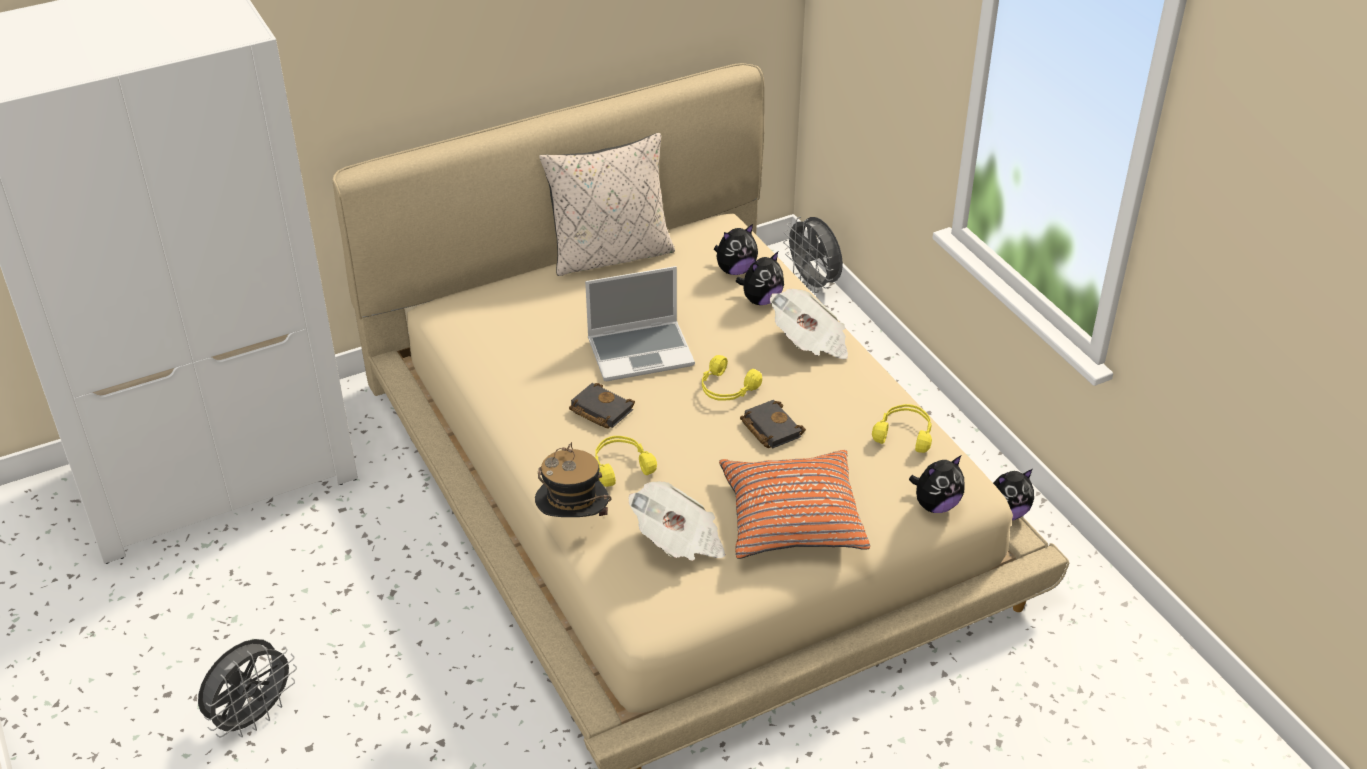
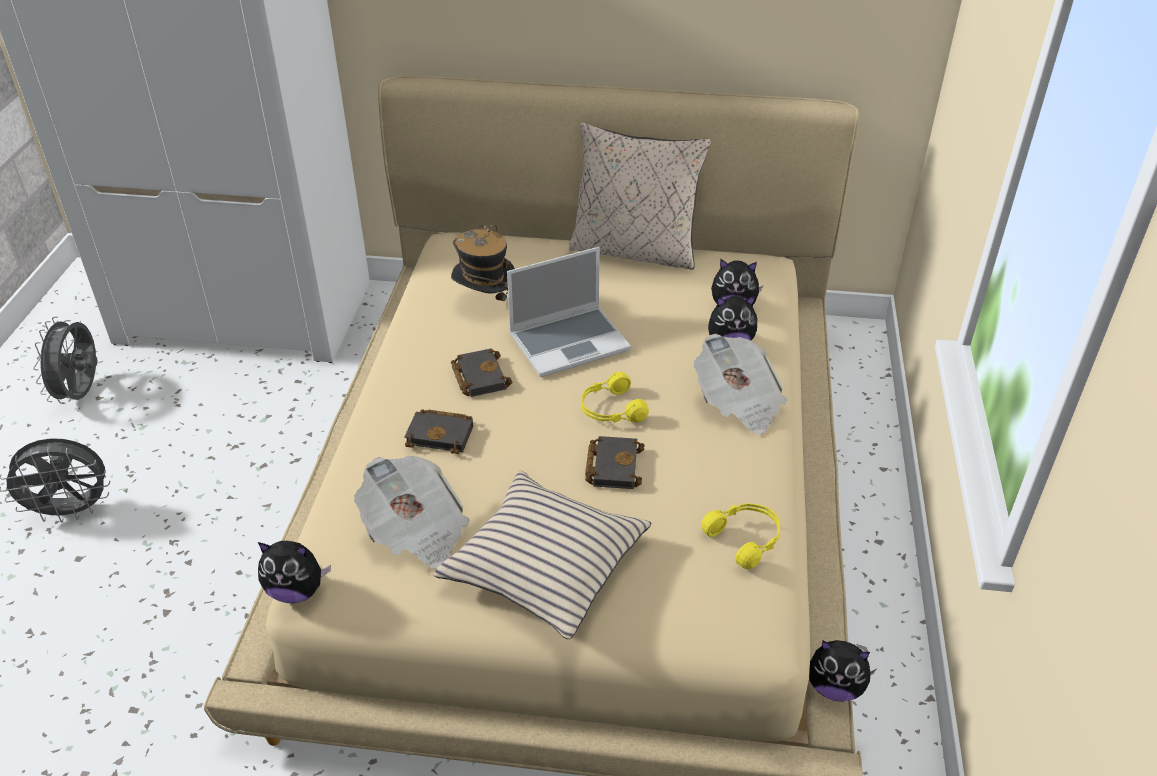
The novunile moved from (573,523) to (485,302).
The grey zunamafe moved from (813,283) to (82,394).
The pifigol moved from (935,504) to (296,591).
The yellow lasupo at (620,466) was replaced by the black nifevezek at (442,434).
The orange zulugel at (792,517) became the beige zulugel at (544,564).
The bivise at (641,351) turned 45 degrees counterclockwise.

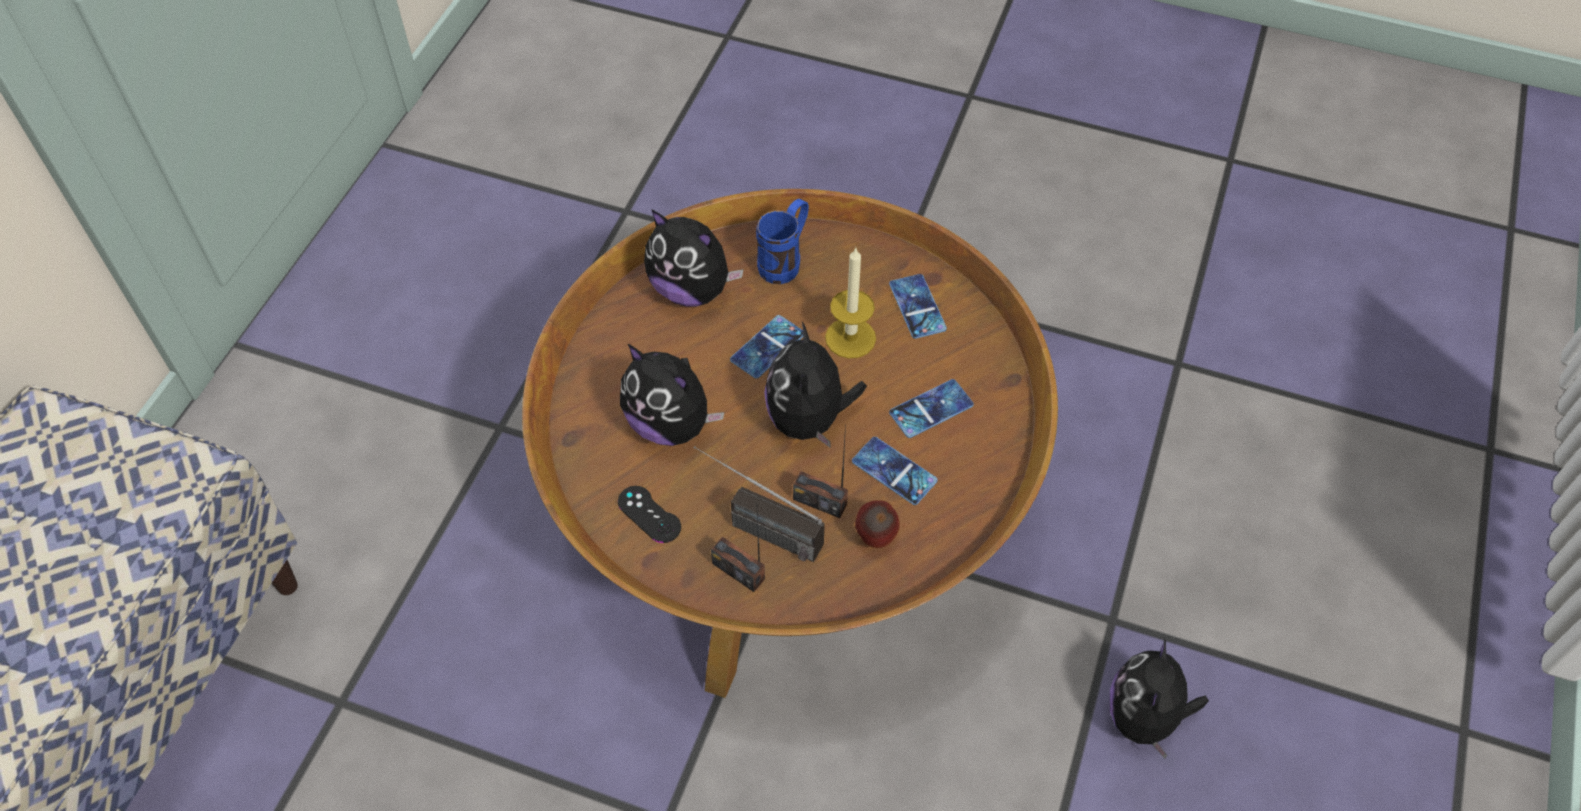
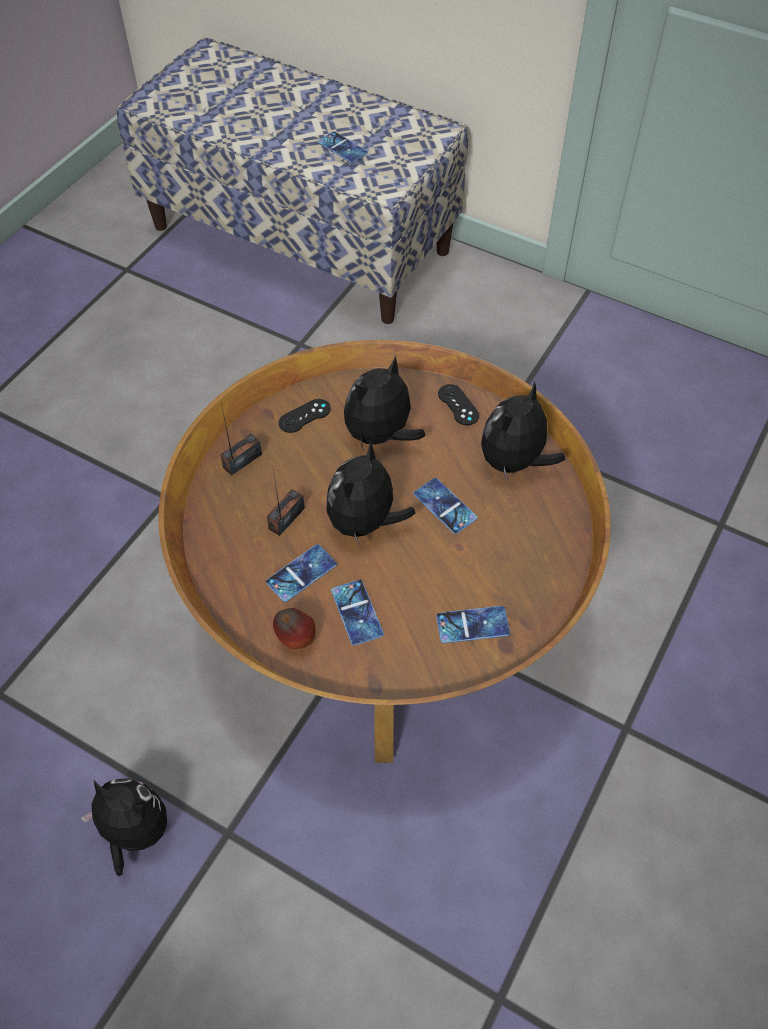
The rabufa at (754,527) disappeared.
The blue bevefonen at (785,262) disappeared.
The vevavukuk at (850,338) disappeared.
The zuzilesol at (342,148) appeared.
The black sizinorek at (458,405) appeared.
The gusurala moved from (875,538) to (295,639).
The pifigol at (809,420) turned 75 degrees counterclockwise.

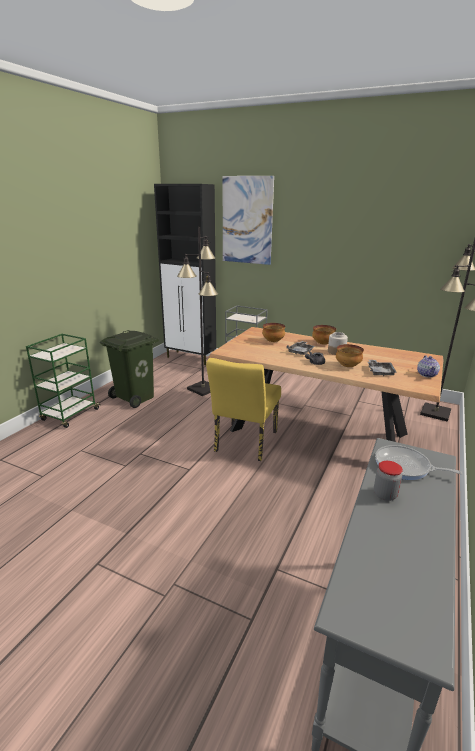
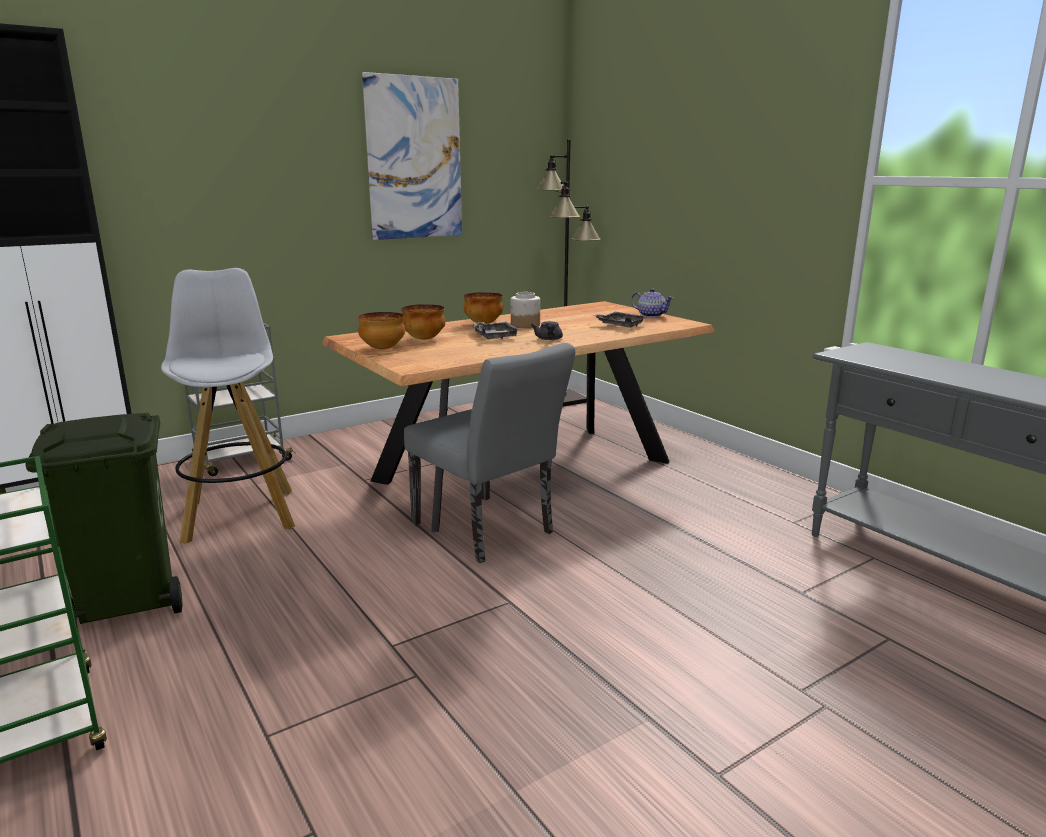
The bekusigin at (385,494) disappeared.
The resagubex at (405,467) disappeared.
The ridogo moved from (247,220) to (414,159).
The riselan moved from (347,366) to (382,349).
The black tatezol at (203,389) was replaced by the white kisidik at (240,515).
The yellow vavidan at (244,444) became the grey vavidan at (489,532).

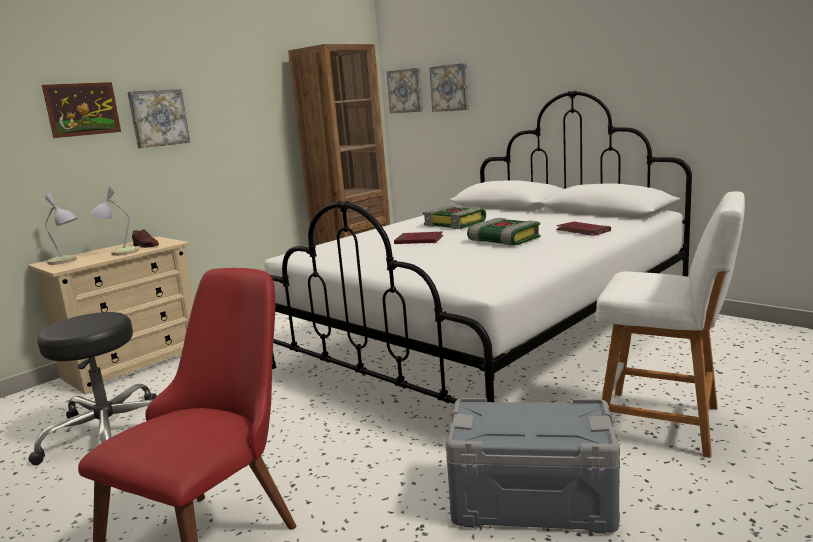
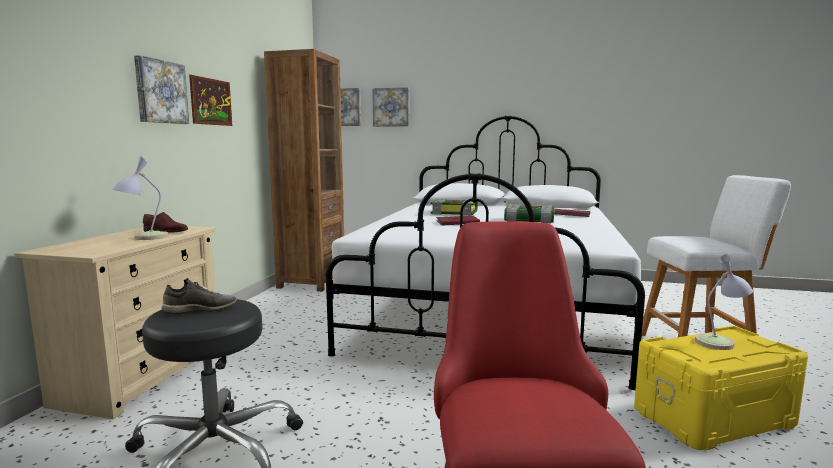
The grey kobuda at (201,309) appeared.
The ridogo moved from (82,109) to (211,102).
The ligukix moved from (67,261) to (720,342).
The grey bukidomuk at (532,501) became the yellow bukidomuk at (714,418).

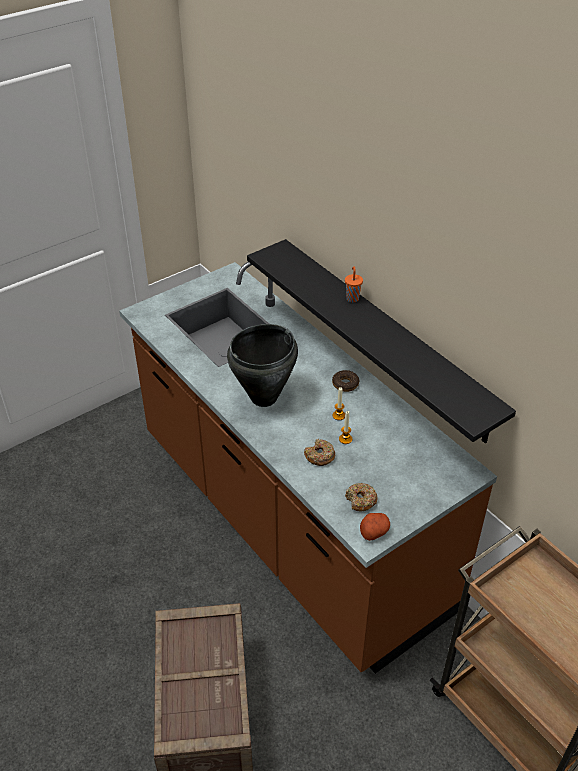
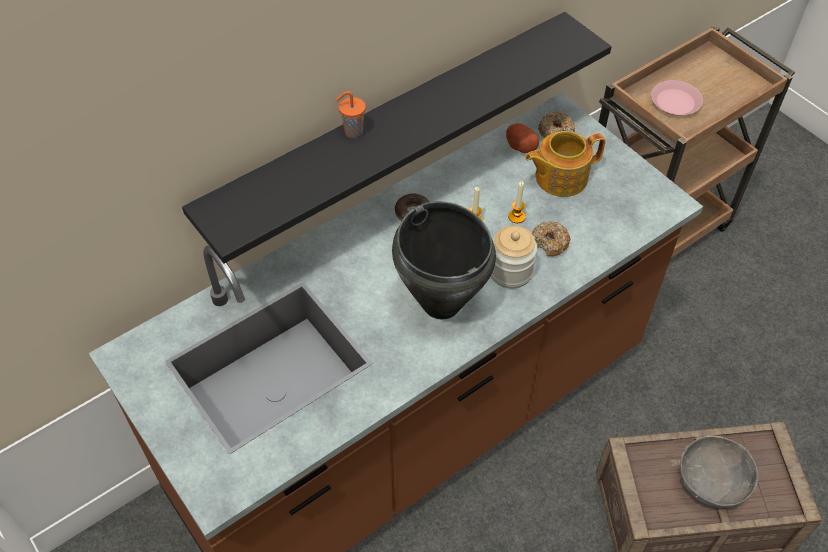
The bekusigin at (510,271) appeared.
The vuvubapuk at (559,177) appeared.
The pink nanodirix at (675,102) appeared.
The grey riselan at (711,482) appeared.
The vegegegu moved from (361,500) to (555,132).
The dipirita moved from (374,531) to (520,145).

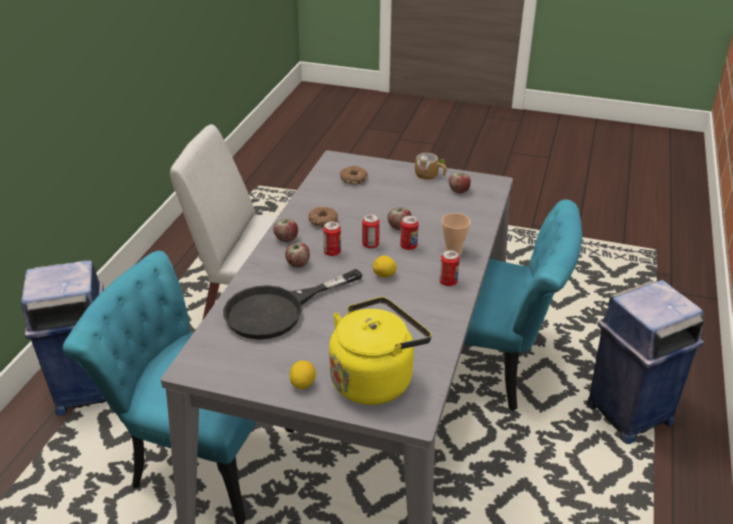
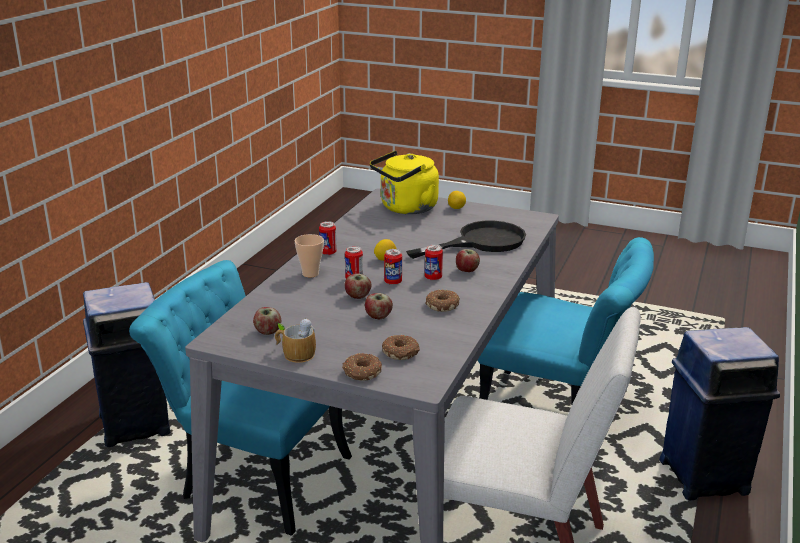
The vegegegu at (362,373) appeared.
The gusurala moved from (286,238) to (378,317).

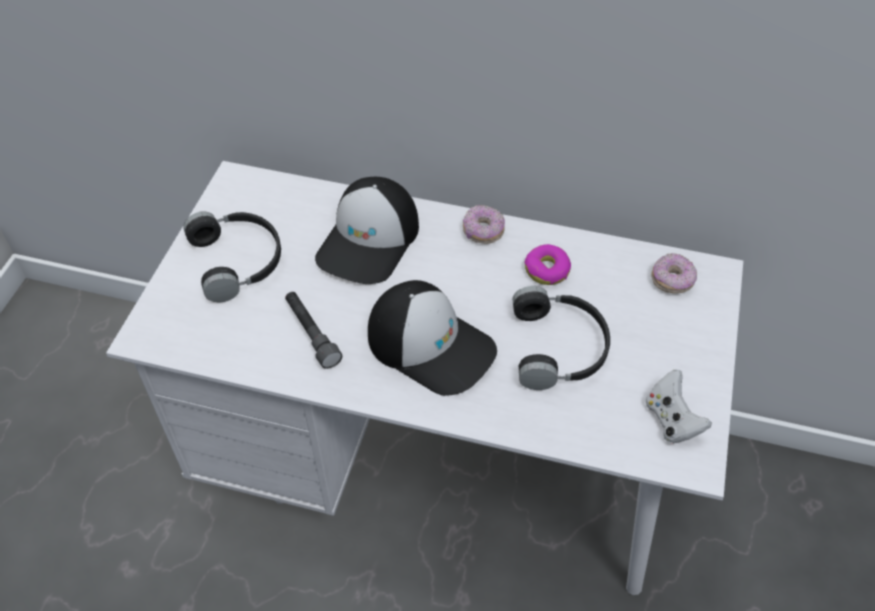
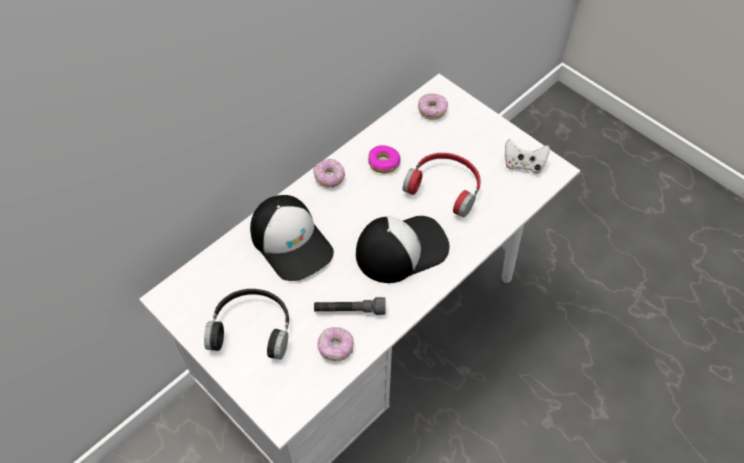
The vegegegu at (336,347) appeared.
The black lasupo at (560,348) became the red lasupo at (445,187).

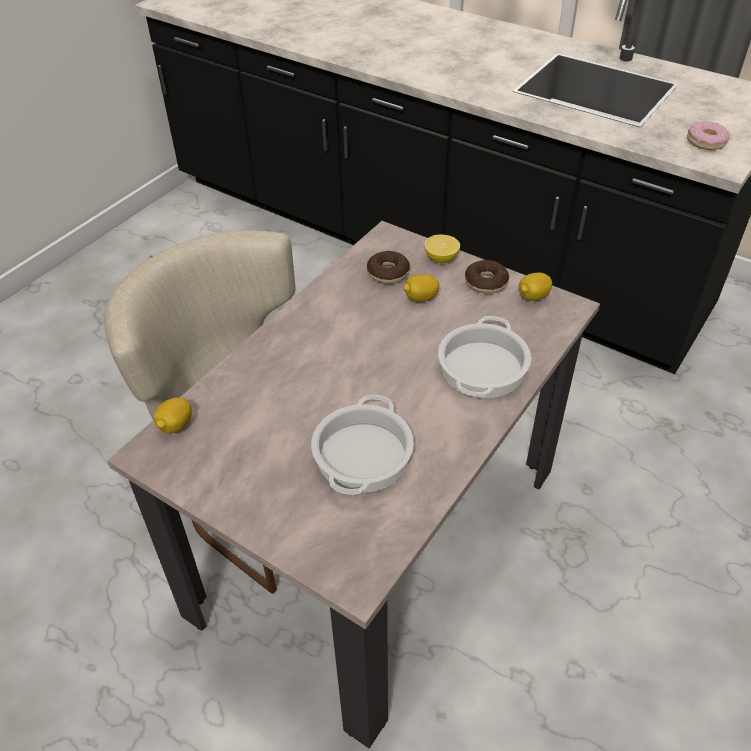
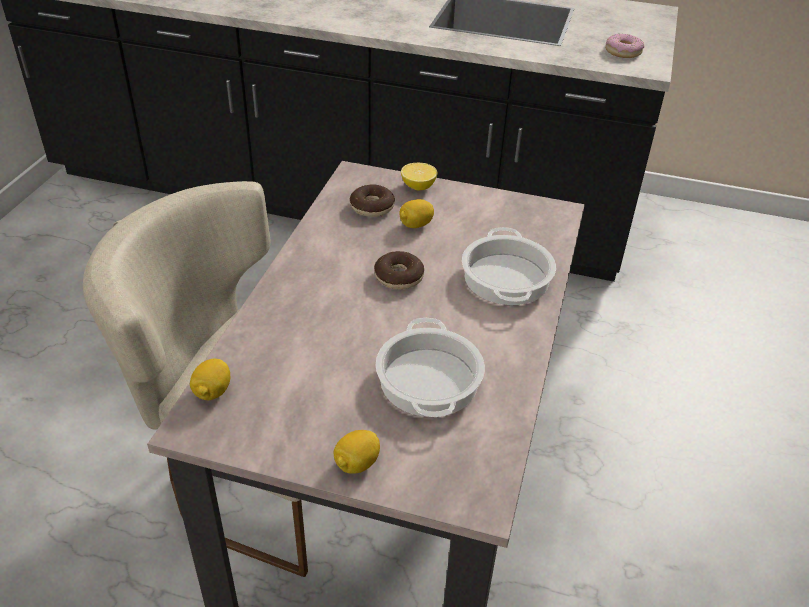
The vegegegu moved from (486,282) to (399,277).
The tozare moved from (533,297) to (357,464).

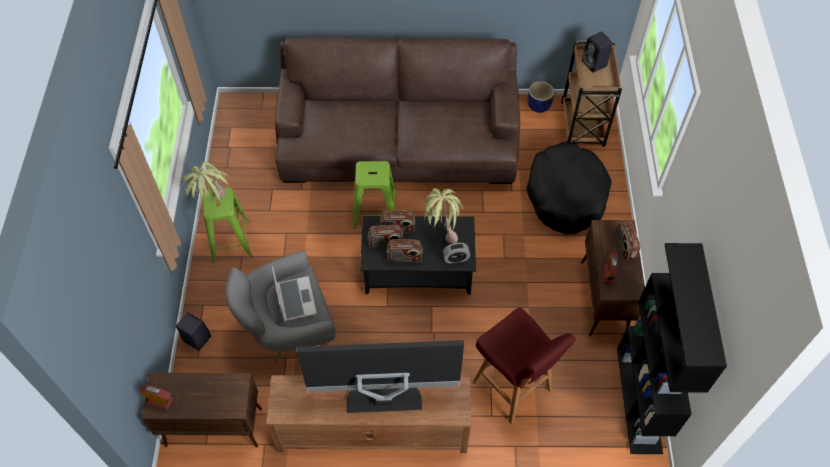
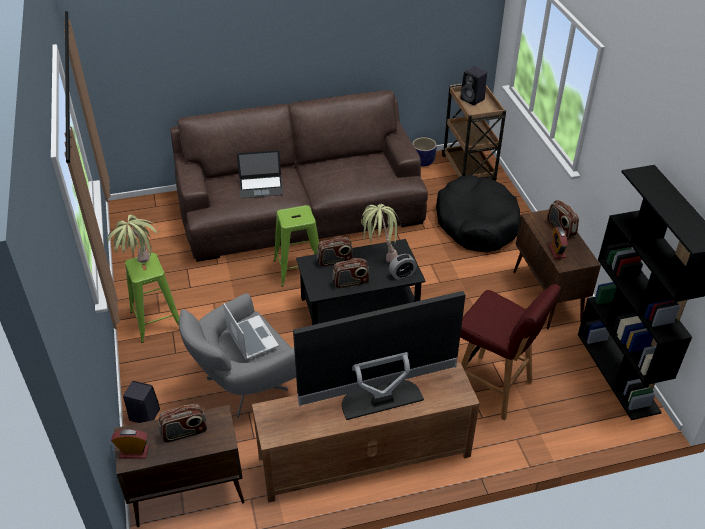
The bivise at (261,187) appeared.
The rabufa moved from (385,243) to (184,432).

